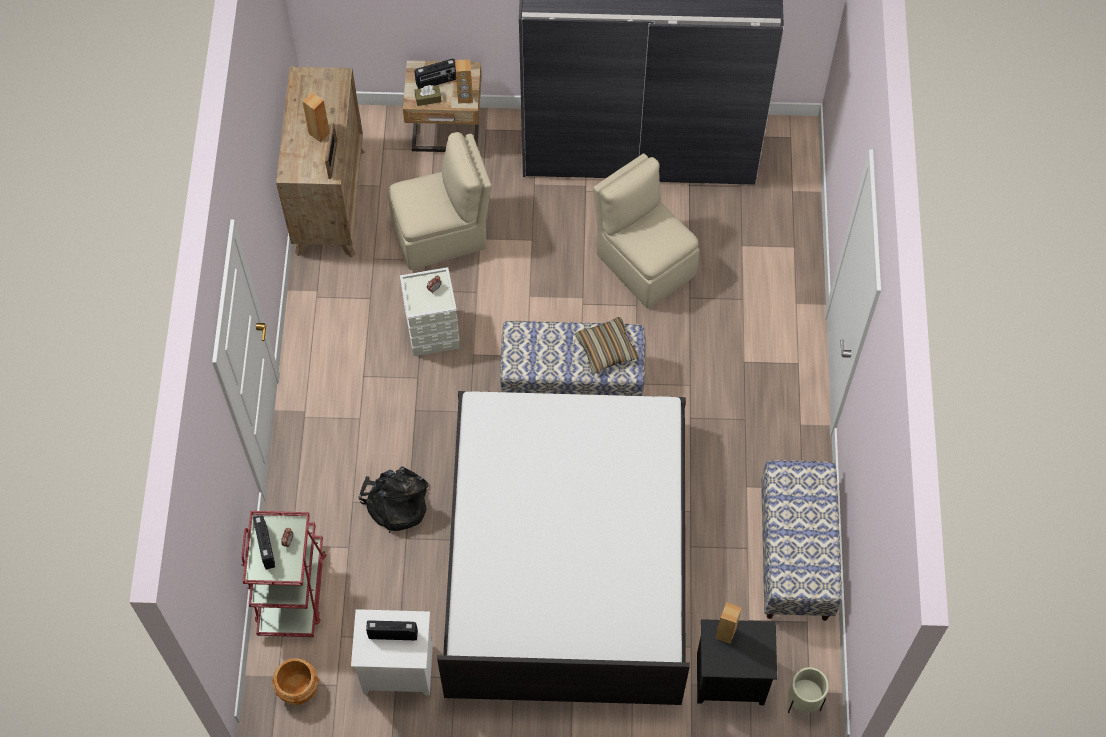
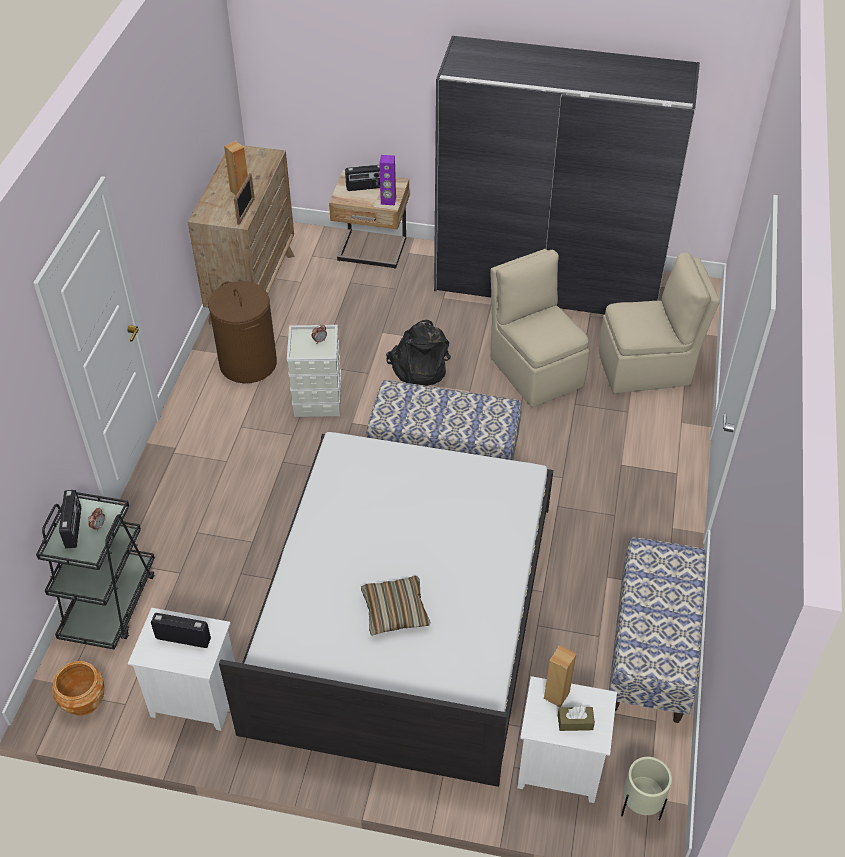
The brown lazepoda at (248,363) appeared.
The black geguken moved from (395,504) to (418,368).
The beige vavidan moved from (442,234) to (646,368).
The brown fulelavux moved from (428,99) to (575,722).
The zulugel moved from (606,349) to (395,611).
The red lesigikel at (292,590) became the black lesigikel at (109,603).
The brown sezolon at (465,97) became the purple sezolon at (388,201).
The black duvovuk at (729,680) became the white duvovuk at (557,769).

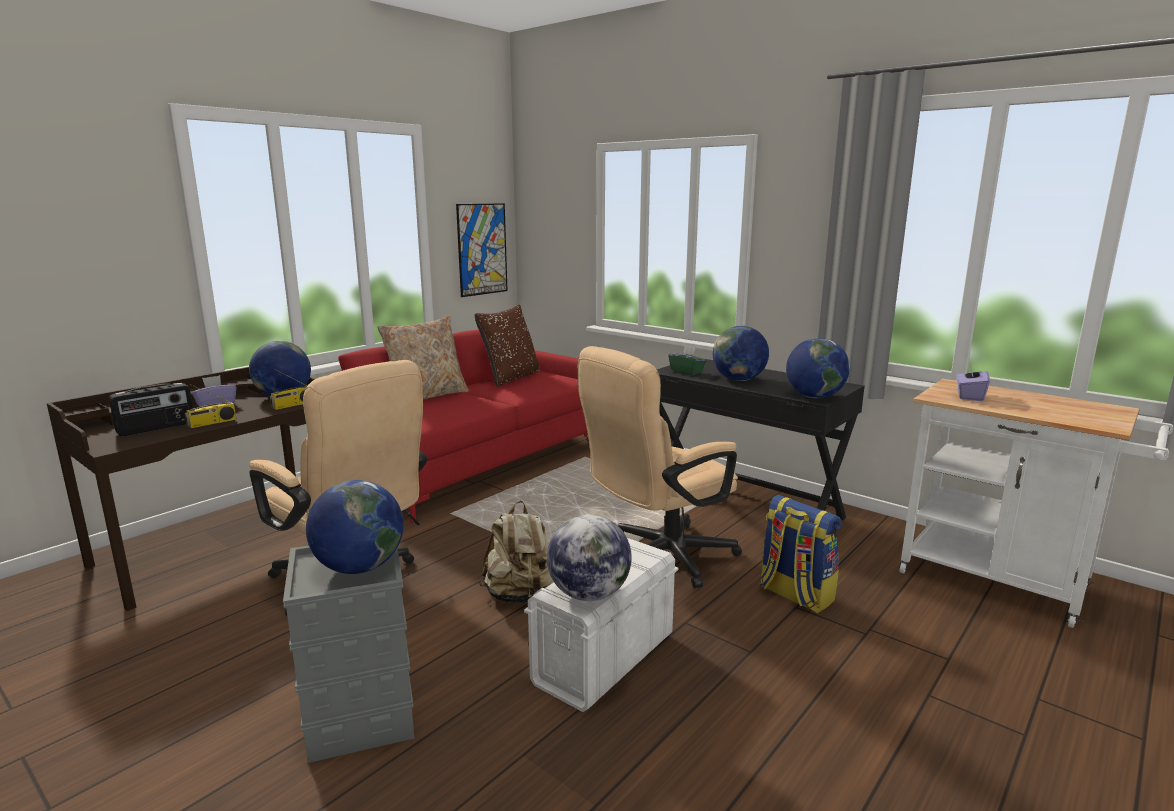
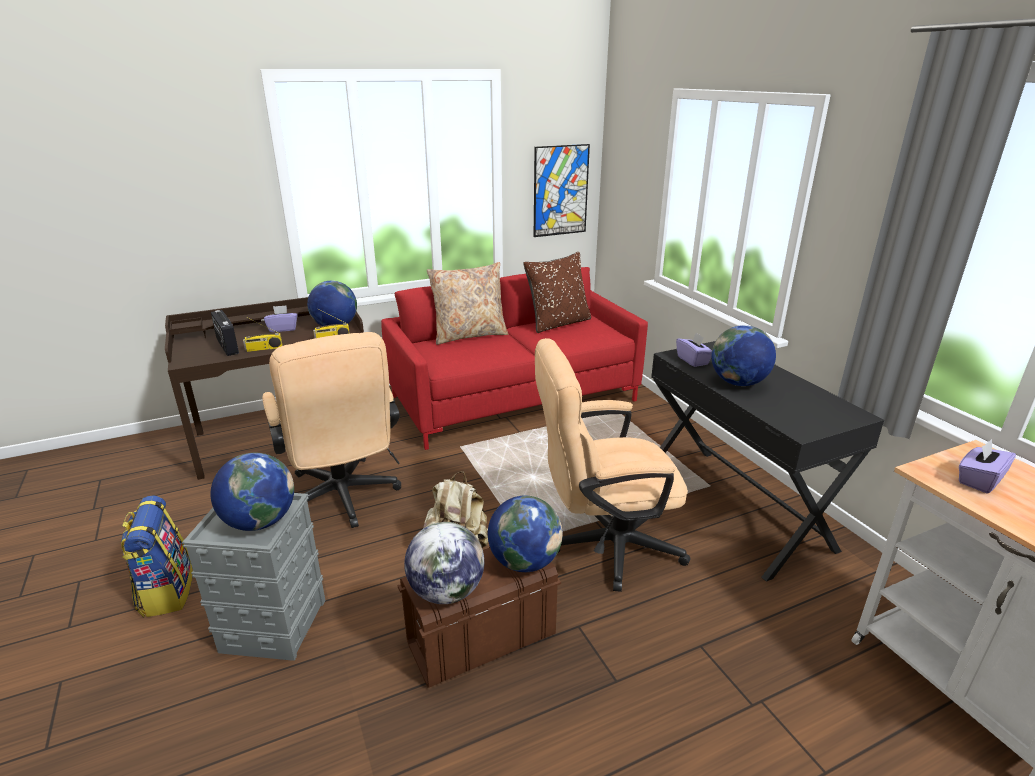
The geguken moved from (794,595) to (166,591).
The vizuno moved from (814,397) to (524,562).
The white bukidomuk at (603,659) became the brown bukidomuk at (480,639).
The green fulelavux at (687,372) became the purple fulelavux at (693,360).
The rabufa at (156,428) turned 75 degrees clockwise.

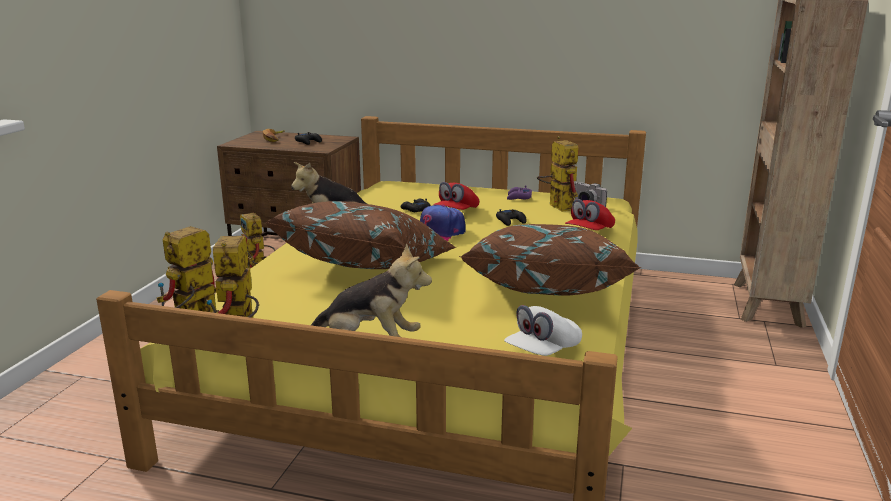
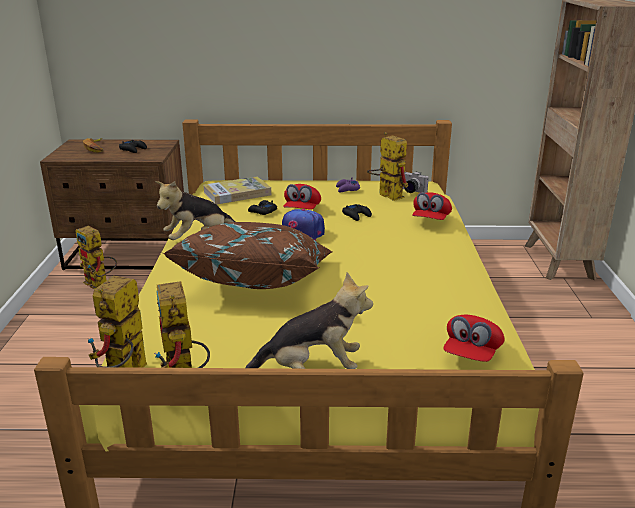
The brown zulugel at (544,292) disappeared.
The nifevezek at (237,193) appeared.
The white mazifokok at (542,351) became the red mazifokok at (472,353).

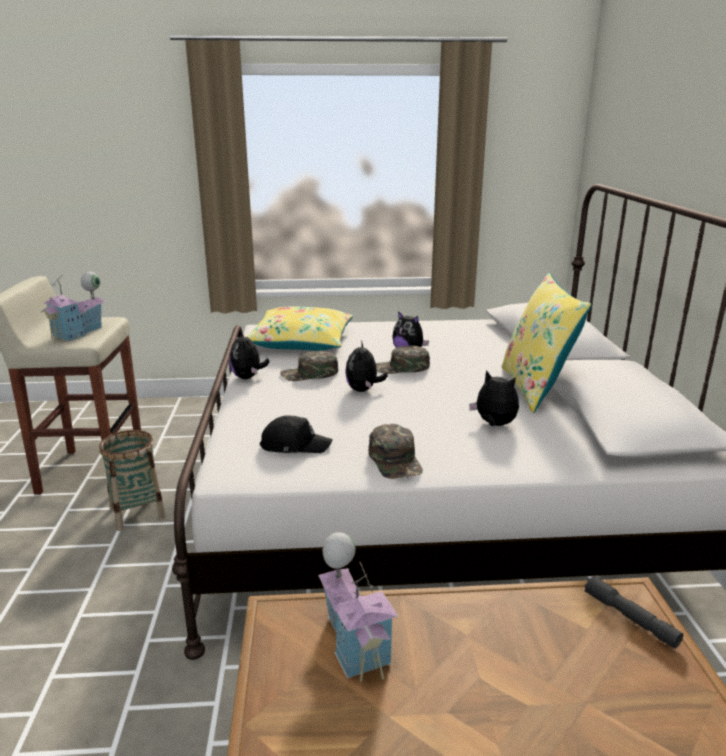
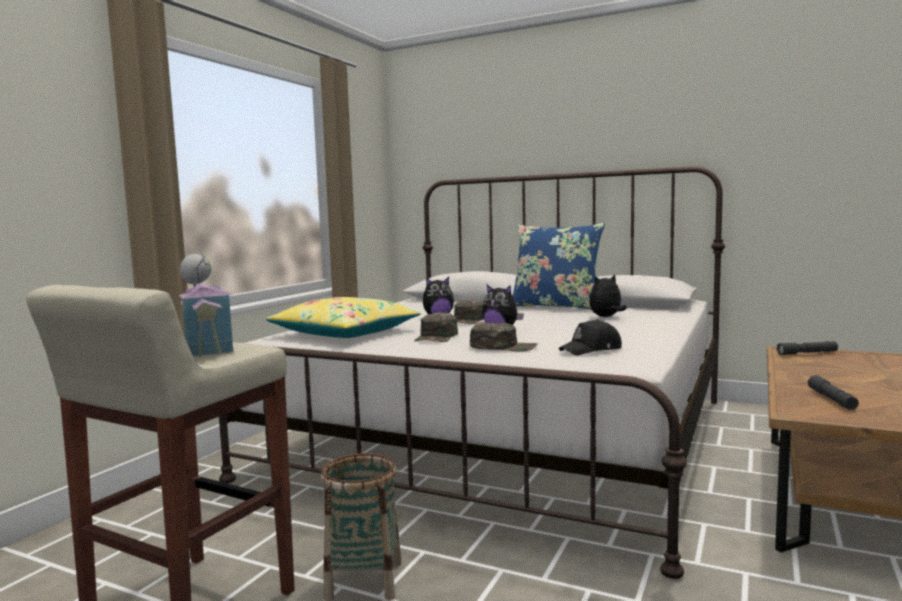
The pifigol at (248,377) disappeared.
The green mazifokok moved from (395,460) to (503,347).
The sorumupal at (355,643) was replaced by the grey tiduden at (831,399).
The yellow zulugel at (536,388) became the blue zulugel at (555,306).
The black mazifokok at (295,445) turned 150 degrees counterclockwise.

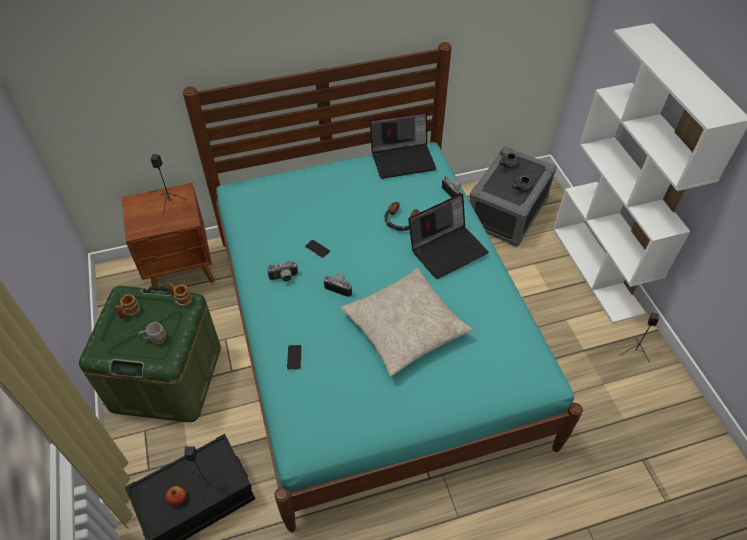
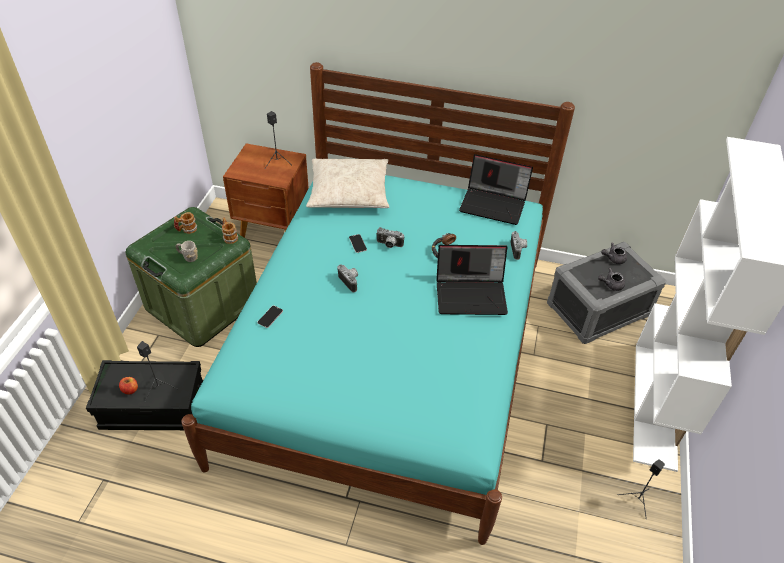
The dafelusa moved from (284,278) to (389,245).
The beige zulugel moved from (404,327) to (349,192).

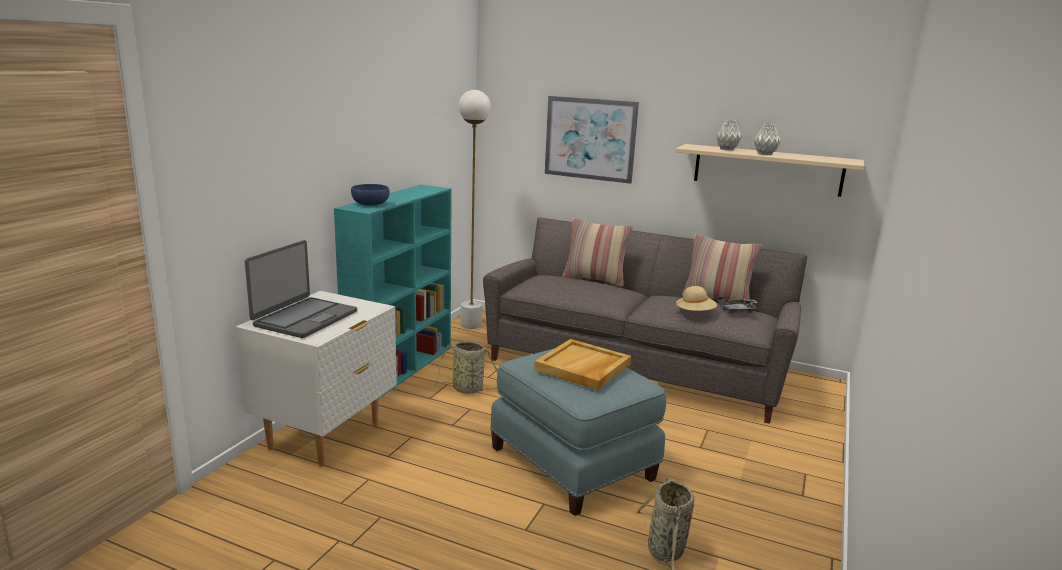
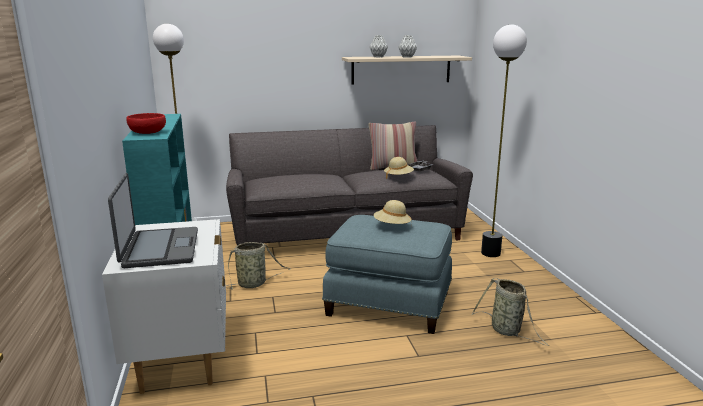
The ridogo at (590,139) disappeared.
The zulugel at (595,279) disappeared.
The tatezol at (491,253) appeared.
The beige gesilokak at (583,367) was replaced by the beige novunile at (392,226).
The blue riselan at (370,204) became the red riselan at (147,132).

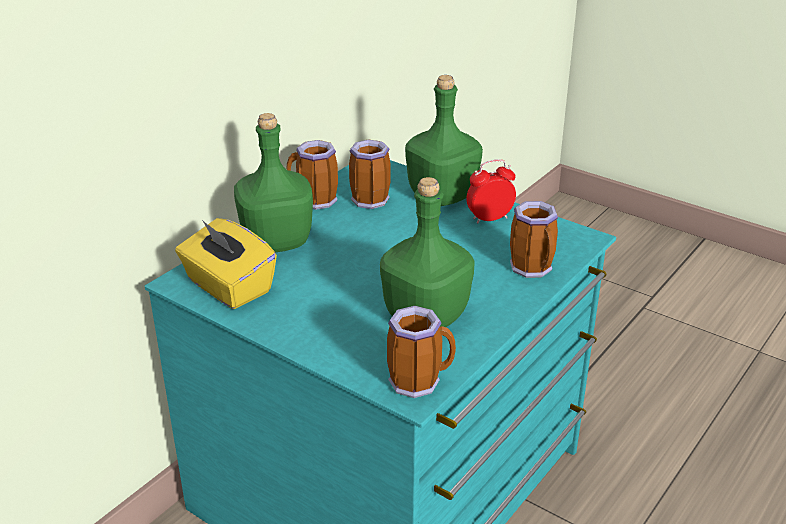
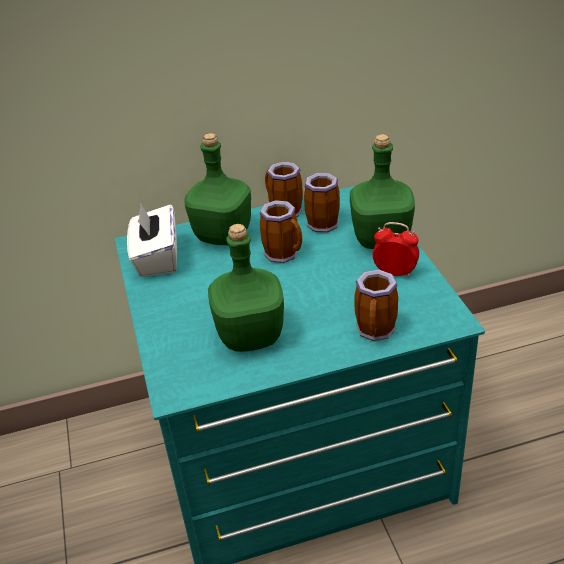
The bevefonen moved from (419,381) to (285,254).
The yellow fulelavux at (228,287) became the white fulelavux at (157,258).

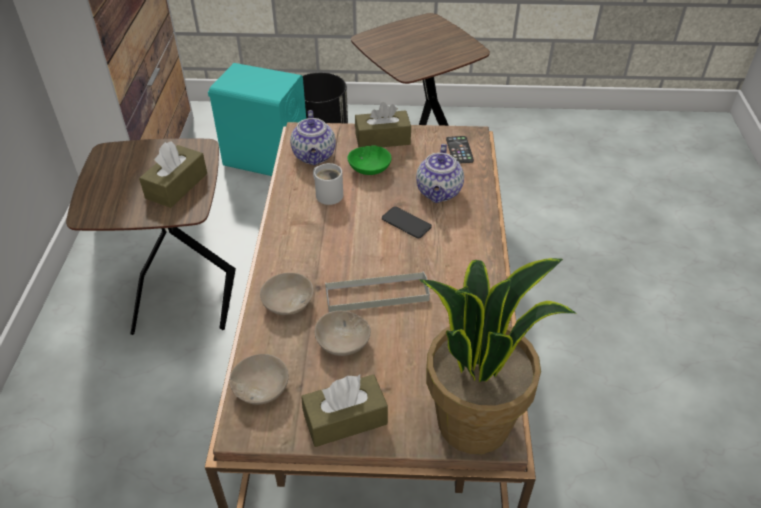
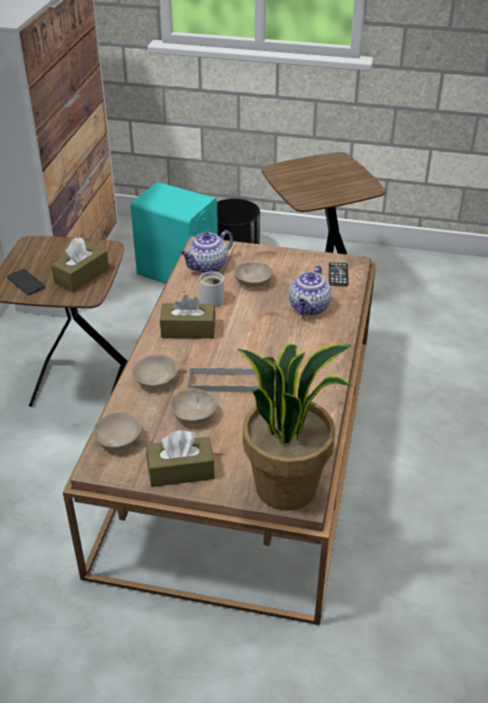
The brown fulelavux moved from (382,139) to (188,329).
The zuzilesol moved from (406,223) to (26,282).
The green riselan at (369,169) became the beige riselan at (252,282).
The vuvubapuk at (314,156) turned 45 degrees clockwise.

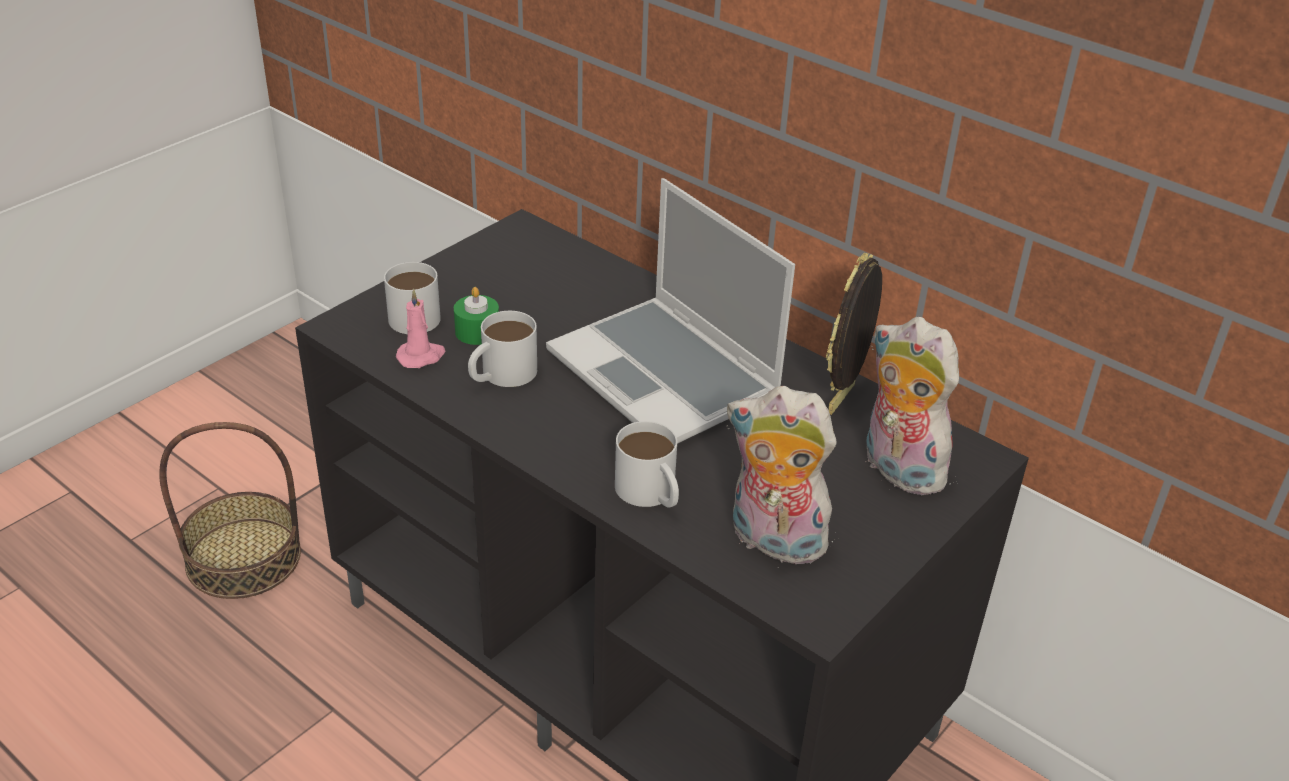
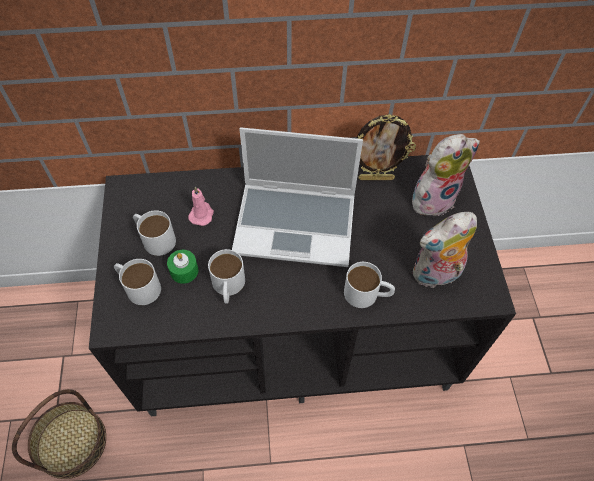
The white bevefonen at (154,238) appeared.
The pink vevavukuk moved from (421,356) to (202,214).
The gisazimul at (843,400) turned 75 degrees counterclockwise.
The pifigol at (896,469) turned 150 degrees clockwise.

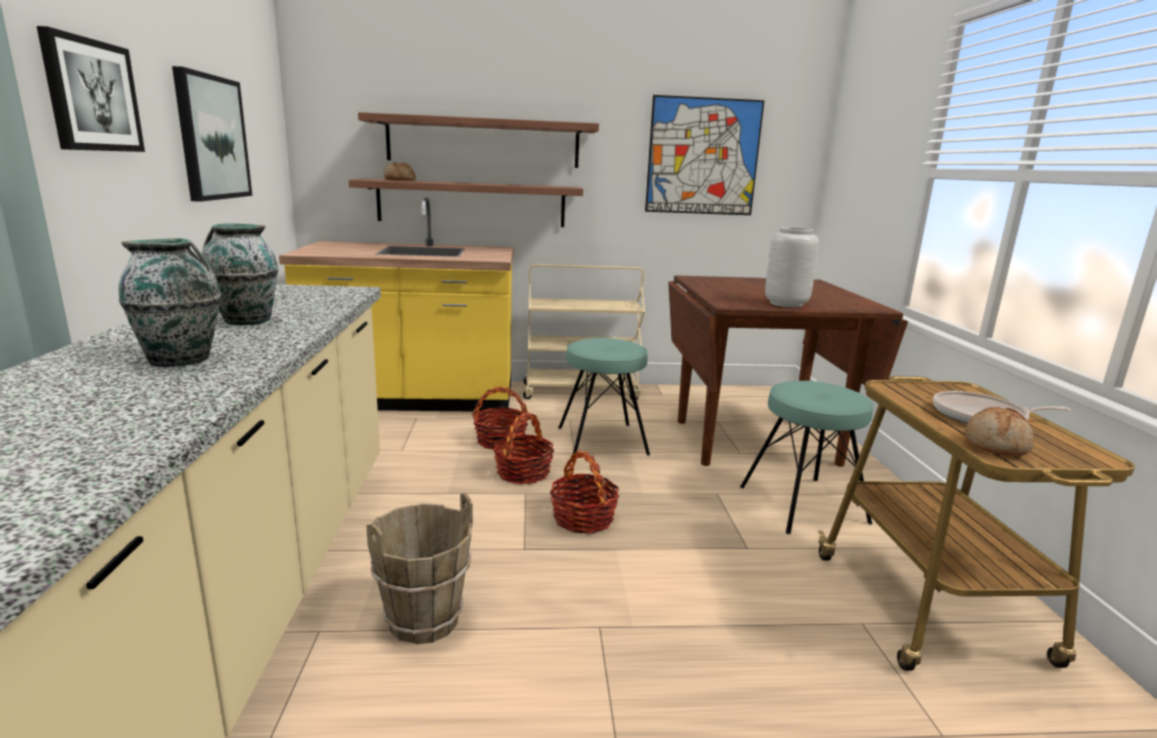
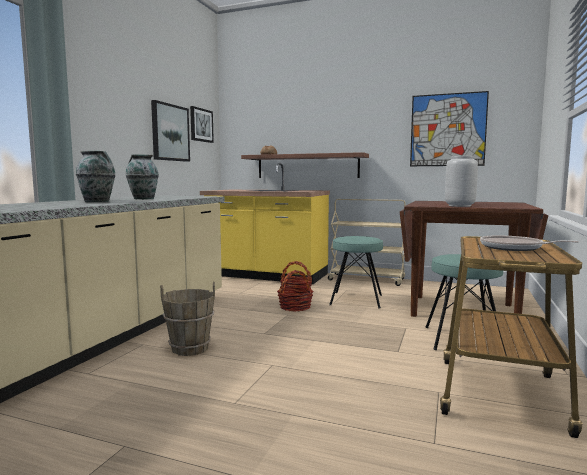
The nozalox at (483,142) disappeared.
The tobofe at (583,518) disappeared.
The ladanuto at (997,445) disappeared.
The ridogo moved from (91,95) to (201,125).

